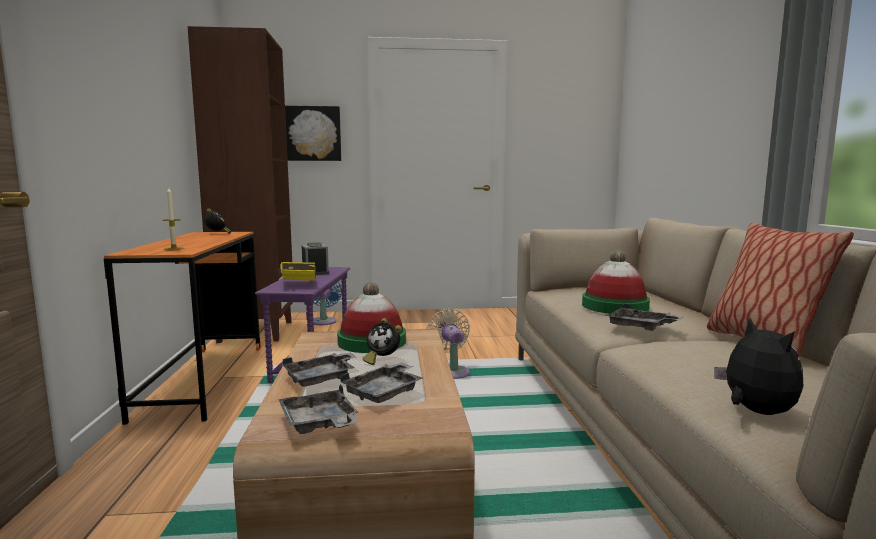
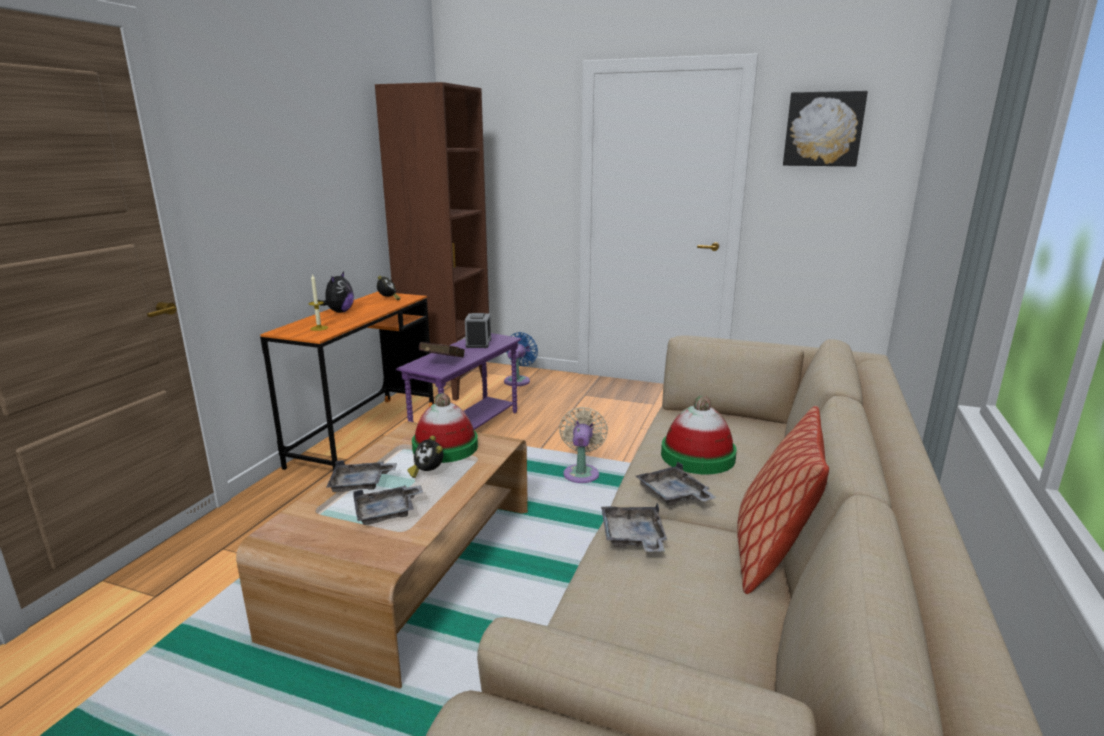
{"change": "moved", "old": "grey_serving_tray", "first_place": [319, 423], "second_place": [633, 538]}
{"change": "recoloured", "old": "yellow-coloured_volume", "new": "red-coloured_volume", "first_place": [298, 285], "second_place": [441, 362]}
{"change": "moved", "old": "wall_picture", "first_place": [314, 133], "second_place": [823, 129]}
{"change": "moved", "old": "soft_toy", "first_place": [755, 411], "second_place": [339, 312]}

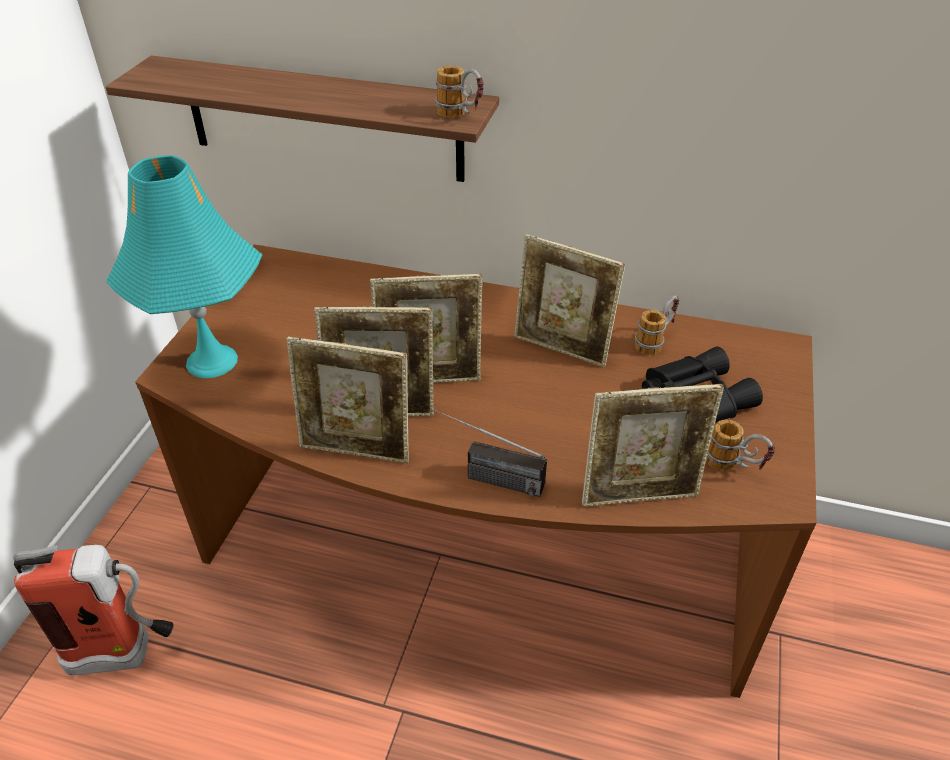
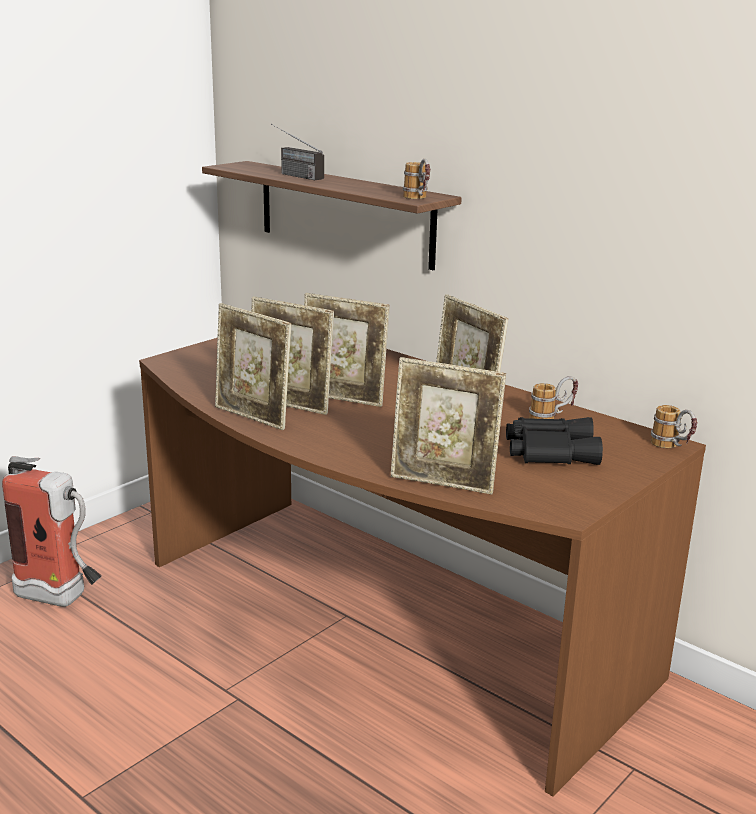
{"change": "removed", "old": "blue-green_table_lamp", "first_place": [212, 361]}
{"change": "moved", "old": "radio", "first_place": [486, 477], "second_place": [292, 175]}
{"change": "moved", "old": "coffee_mug", "first_place": [734, 466], "second_place": [672, 448]}

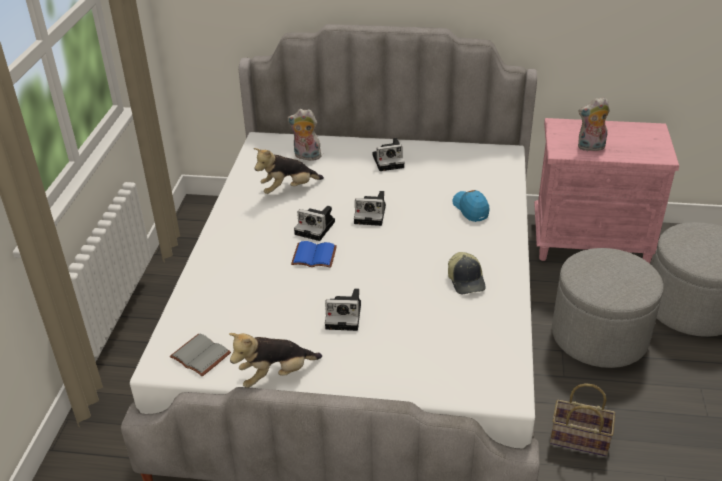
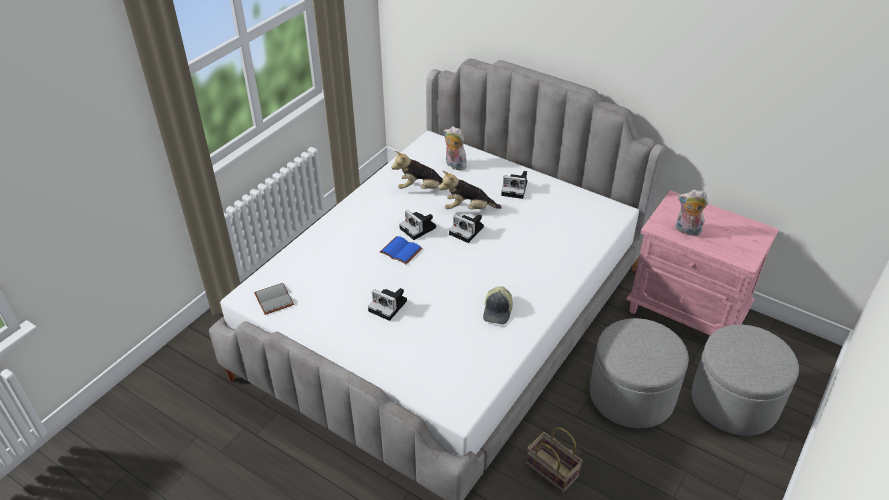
{"change": "moved", "old": "soft_toy", "first_place": [276, 375], "second_place": [468, 209]}
{"change": "removed", "old": "bluish_baseball_cap", "first_place": [470, 209]}

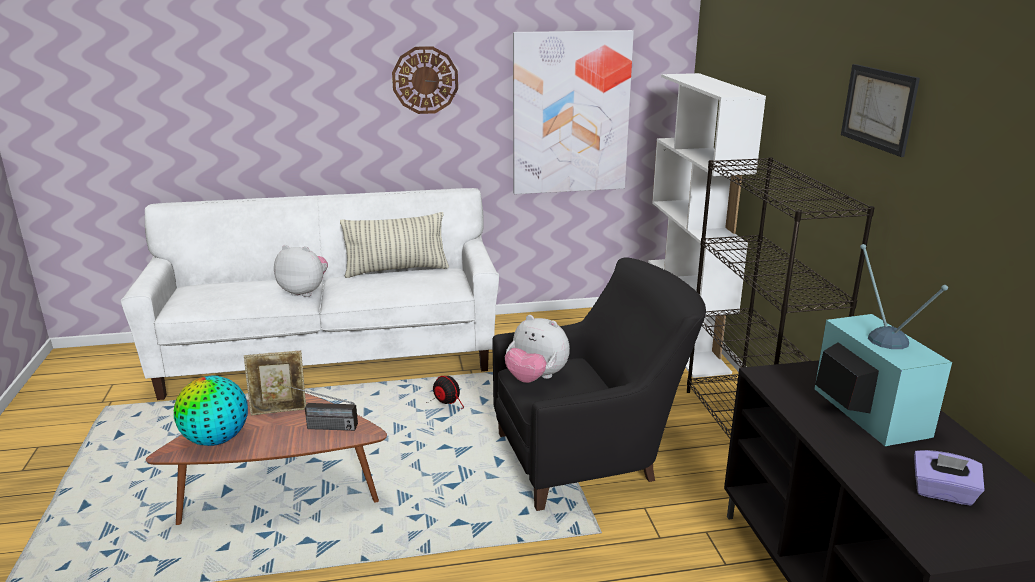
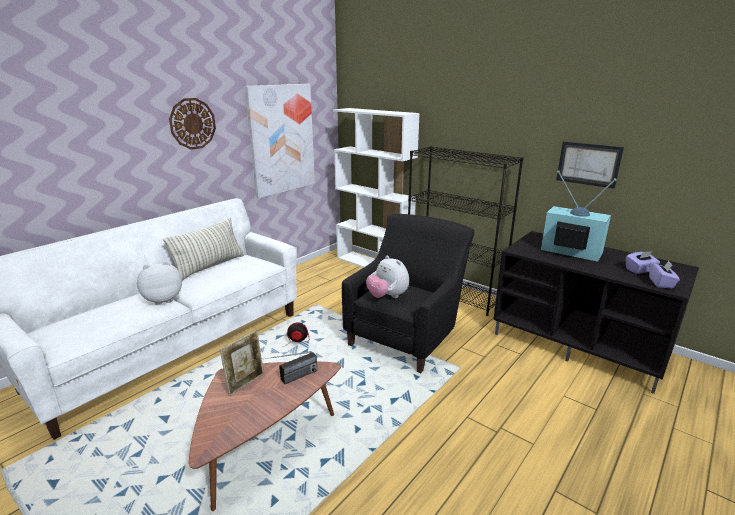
{"change": "removed", "old": "globe", "first_place": [216, 440]}
{"change": "turned", "old": "soft_toy", "first_place": [536, 378], "second_place": [387, 296], "degrees": 60}
{"change": "moved", "old": "wall_picture", "first_place": [878, 108], "second_place": [588, 164]}
{"change": "added", "new": "purple_tissue_box", "second_place": [661, 283]}

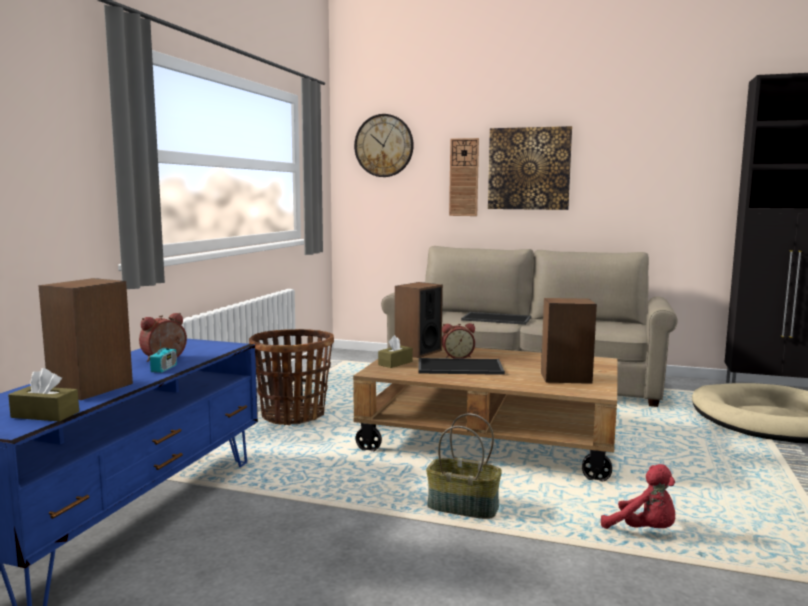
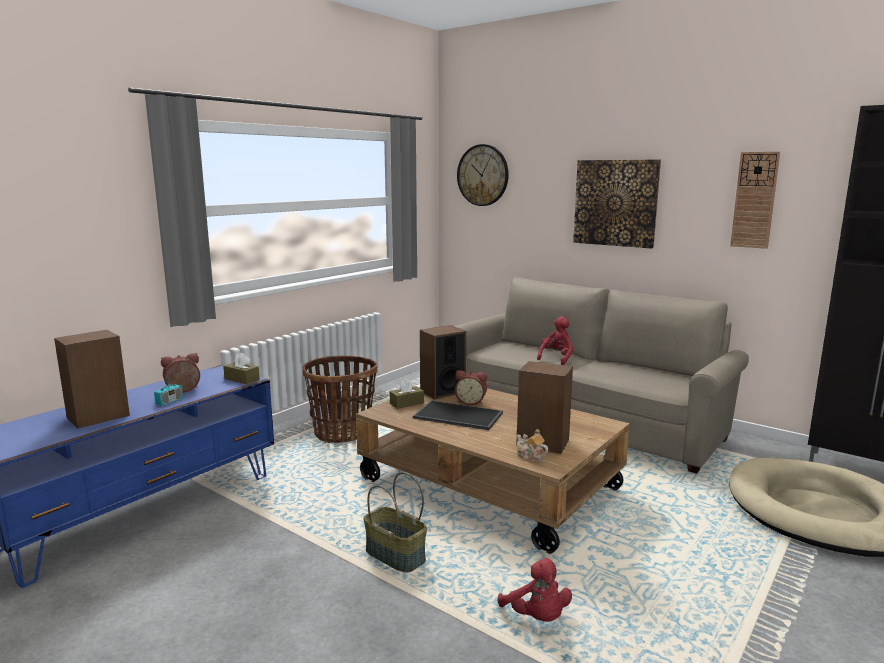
{"change": "moved", "old": "brown_tissue_box", "first_place": [45, 415], "second_place": [242, 379]}
{"change": "moved", "old": "hanging_clock", "first_place": [464, 177], "second_place": [754, 200]}
{"change": "replaced", "old": "serving_tray", "new": "red-coloured_soft_toy", "first_place": [497, 318], "second_place": [556, 358]}
{"change": "added", "new": "tea_pot", "second_place": [530, 457]}

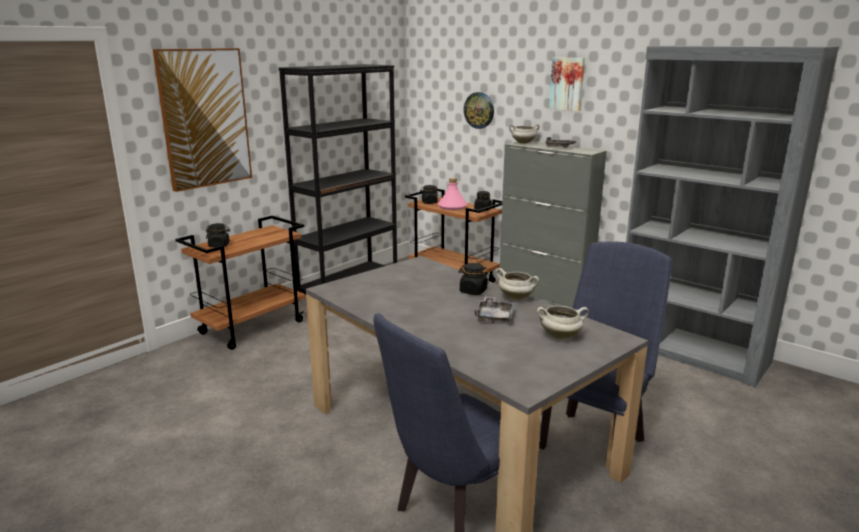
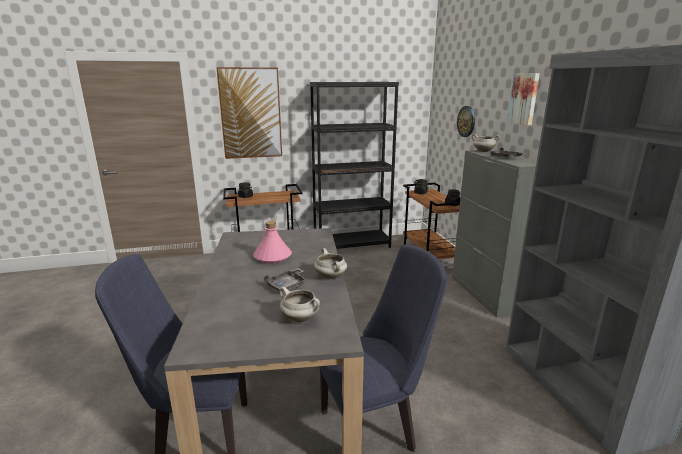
{"change": "moved", "old": "pink_bottle", "first_place": [452, 207], "second_place": [272, 257]}
{"change": "removed", "old": "black_jar", "first_place": [473, 291]}

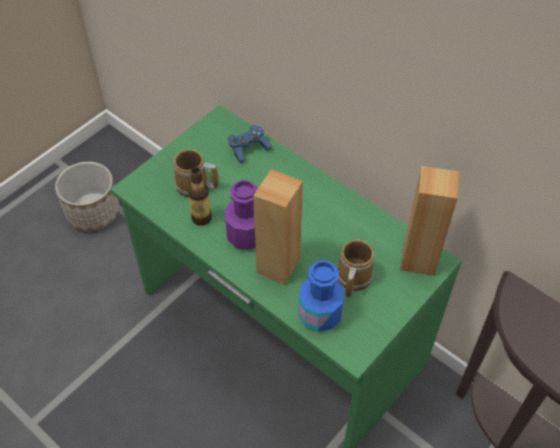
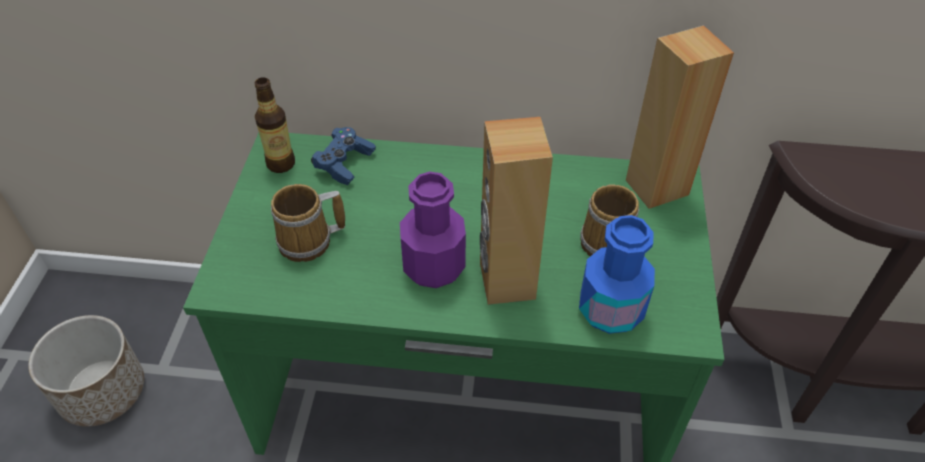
{"change": "moved", "old": "bottle", "first_place": [201, 218], "second_place": [281, 164]}

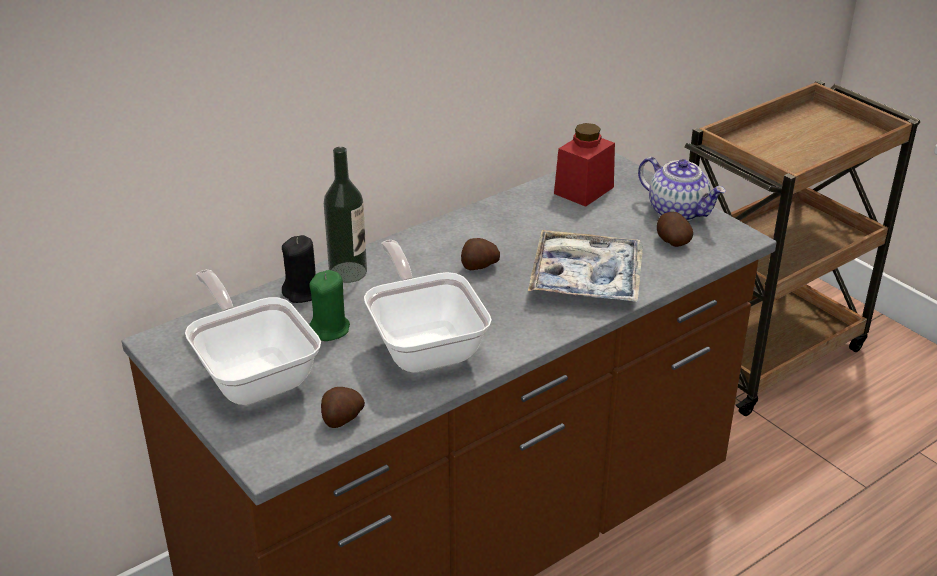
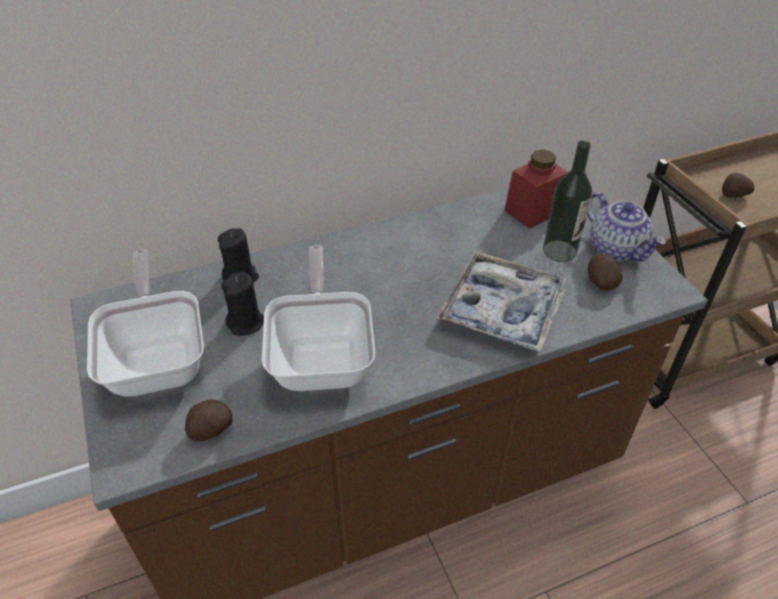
{"change": "recoloured", "old": "green-coloured_wax_light", "new": "black_wax_light", "first_place": [330, 329], "second_place": [246, 322]}
{"change": "moved", "old": "bottle", "first_place": [348, 272], "second_place": [559, 251]}
{"change": "moved", "old": "whole_potato", "first_place": [479, 266], "second_place": [733, 195]}

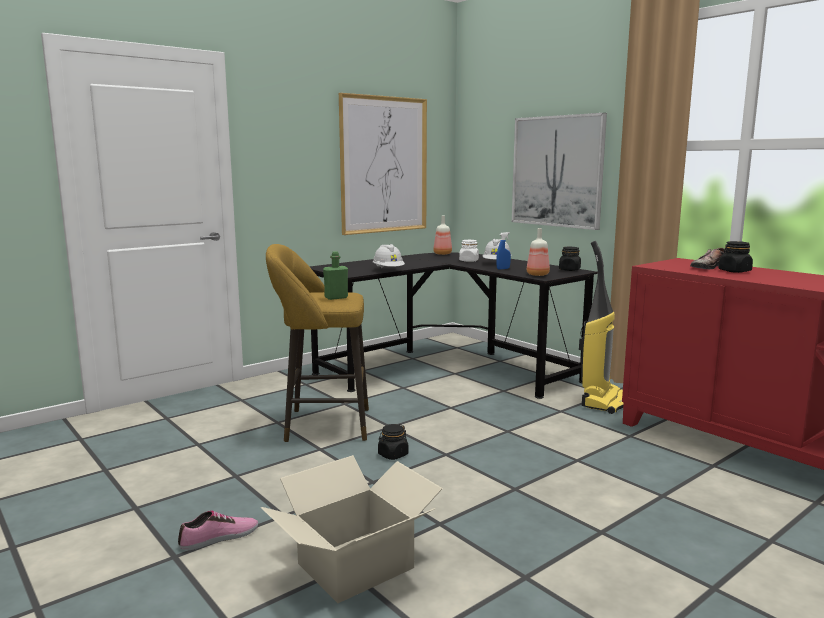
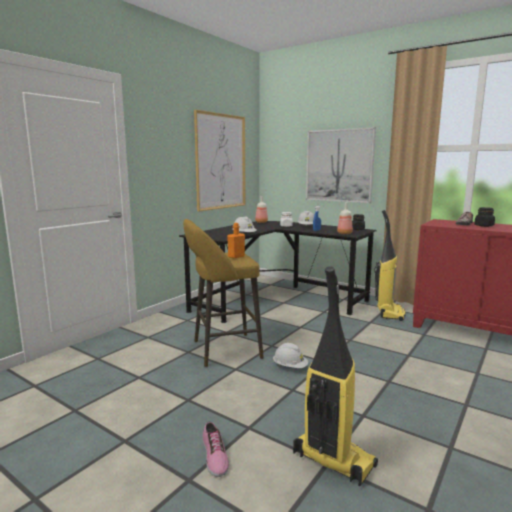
{"change": "turned", "old": "low_shoe", "first_place": [219, 538], "second_place": [214, 456], "degrees": 120}
{"change": "replaced", "old": "carton", "new": "vacuum", "first_place": [354, 565], "second_place": [332, 460]}
{"change": "recoloured", "old": "green-coloured_bottle", "new": "orange_bottle", "first_place": [336, 298], "second_place": [236, 256]}
{"change": "replaced", "old": "black_jar", "new": "white_work_helmet", "first_place": [393, 455], "second_place": [290, 367]}

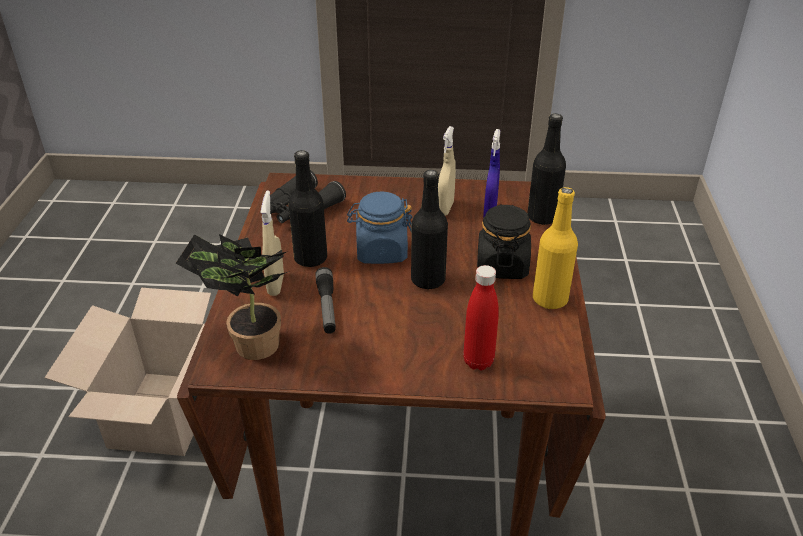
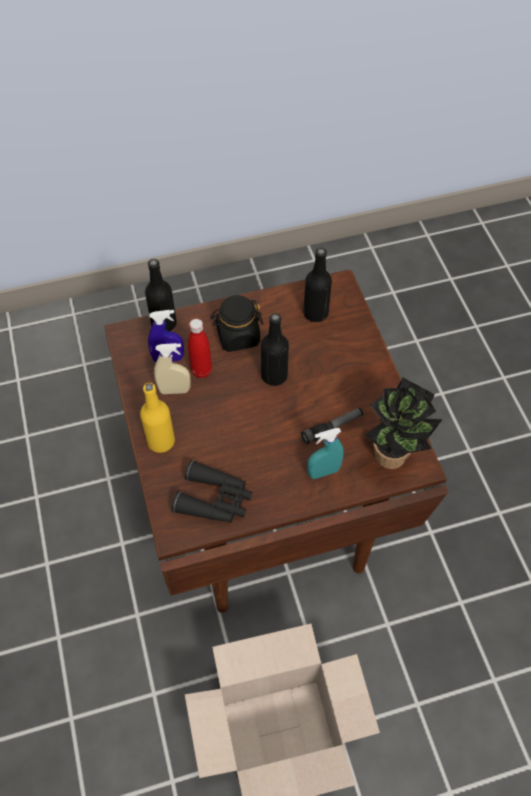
{"change": "recoloured", "old": "beige_sprayer", "new": "blue-green_sprayer", "first_place": [276, 285], "second_place": [323, 472]}
{"change": "moved", "old": "black_bottle", "first_place": [310, 258], "second_place": [315, 313]}
{"change": "removed", "old": "bluish_jar", "first_place": [381, 251]}
{"change": "moved", "old": "red-coloured_bottle", "first_place": [478, 361], "second_place": [201, 371]}
{"change": "moved", "old": "yellow-coloured_bottle", "first_place": [550, 299], "second_place": [161, 441]}

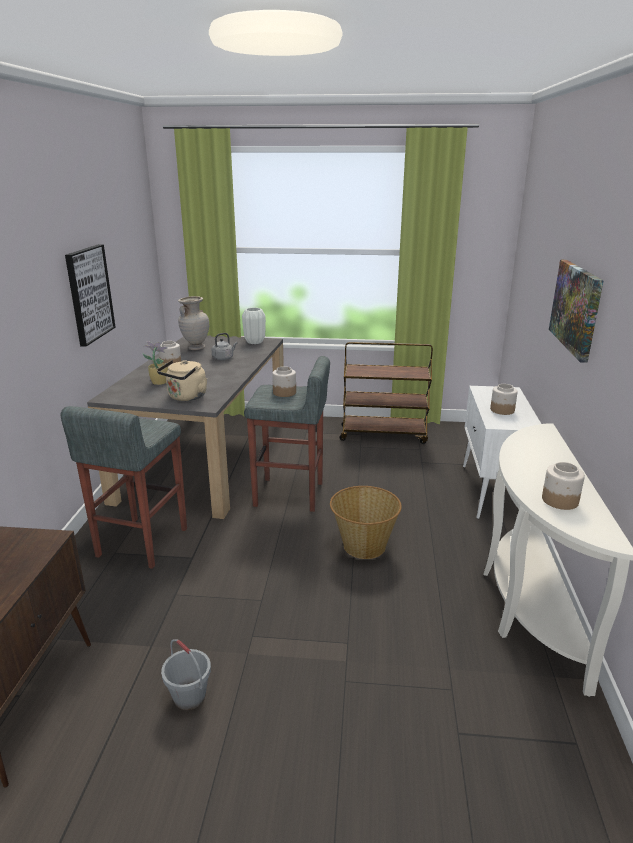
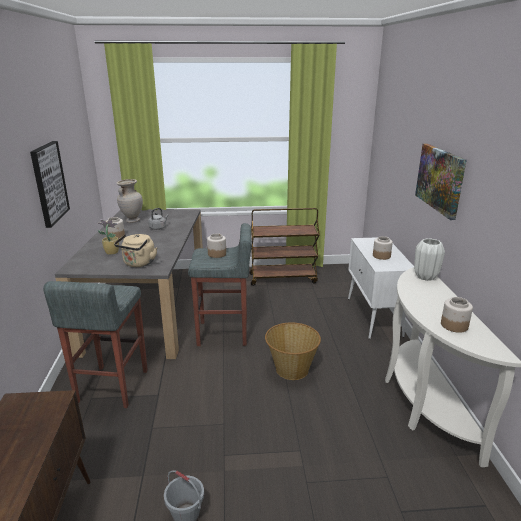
{"change": "moved", "old": "white_vase", "first_place": [254, 342], "second_place": [425, 277]}

